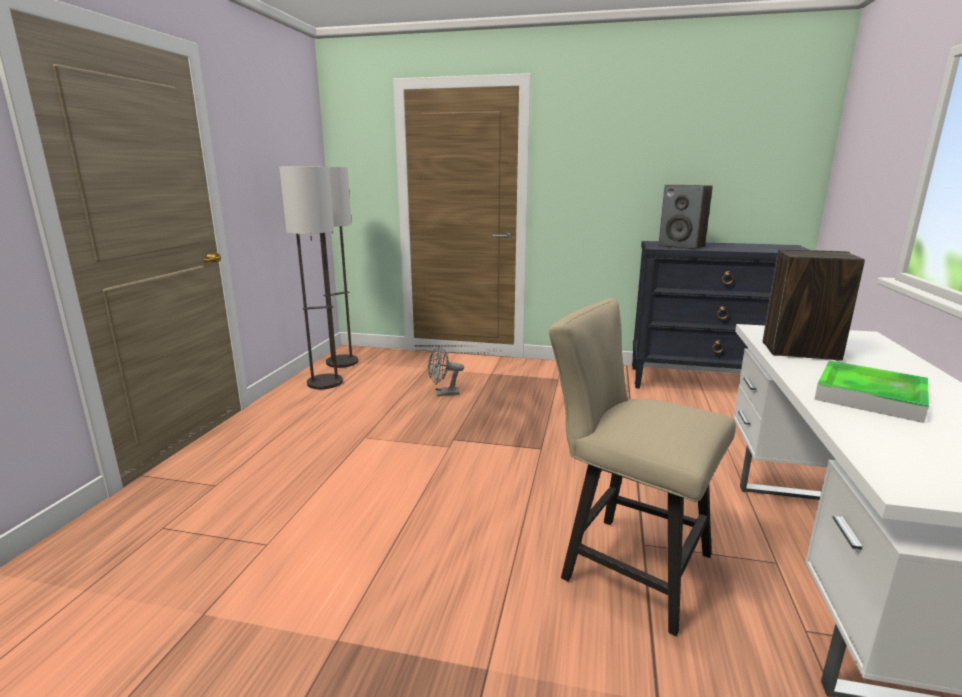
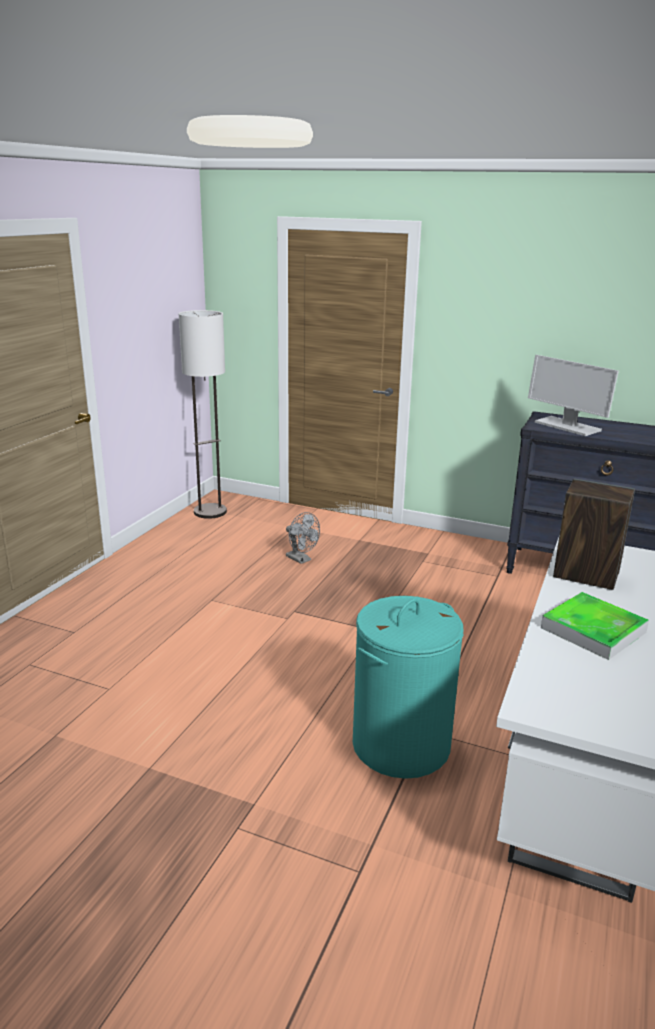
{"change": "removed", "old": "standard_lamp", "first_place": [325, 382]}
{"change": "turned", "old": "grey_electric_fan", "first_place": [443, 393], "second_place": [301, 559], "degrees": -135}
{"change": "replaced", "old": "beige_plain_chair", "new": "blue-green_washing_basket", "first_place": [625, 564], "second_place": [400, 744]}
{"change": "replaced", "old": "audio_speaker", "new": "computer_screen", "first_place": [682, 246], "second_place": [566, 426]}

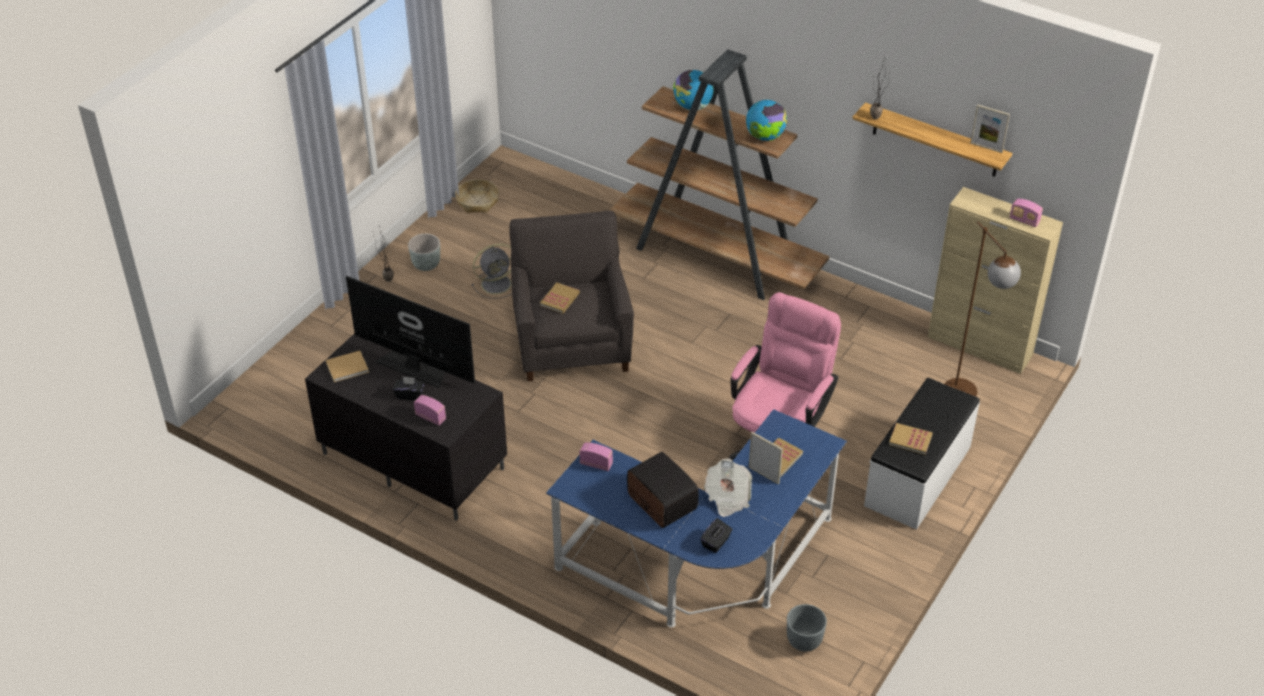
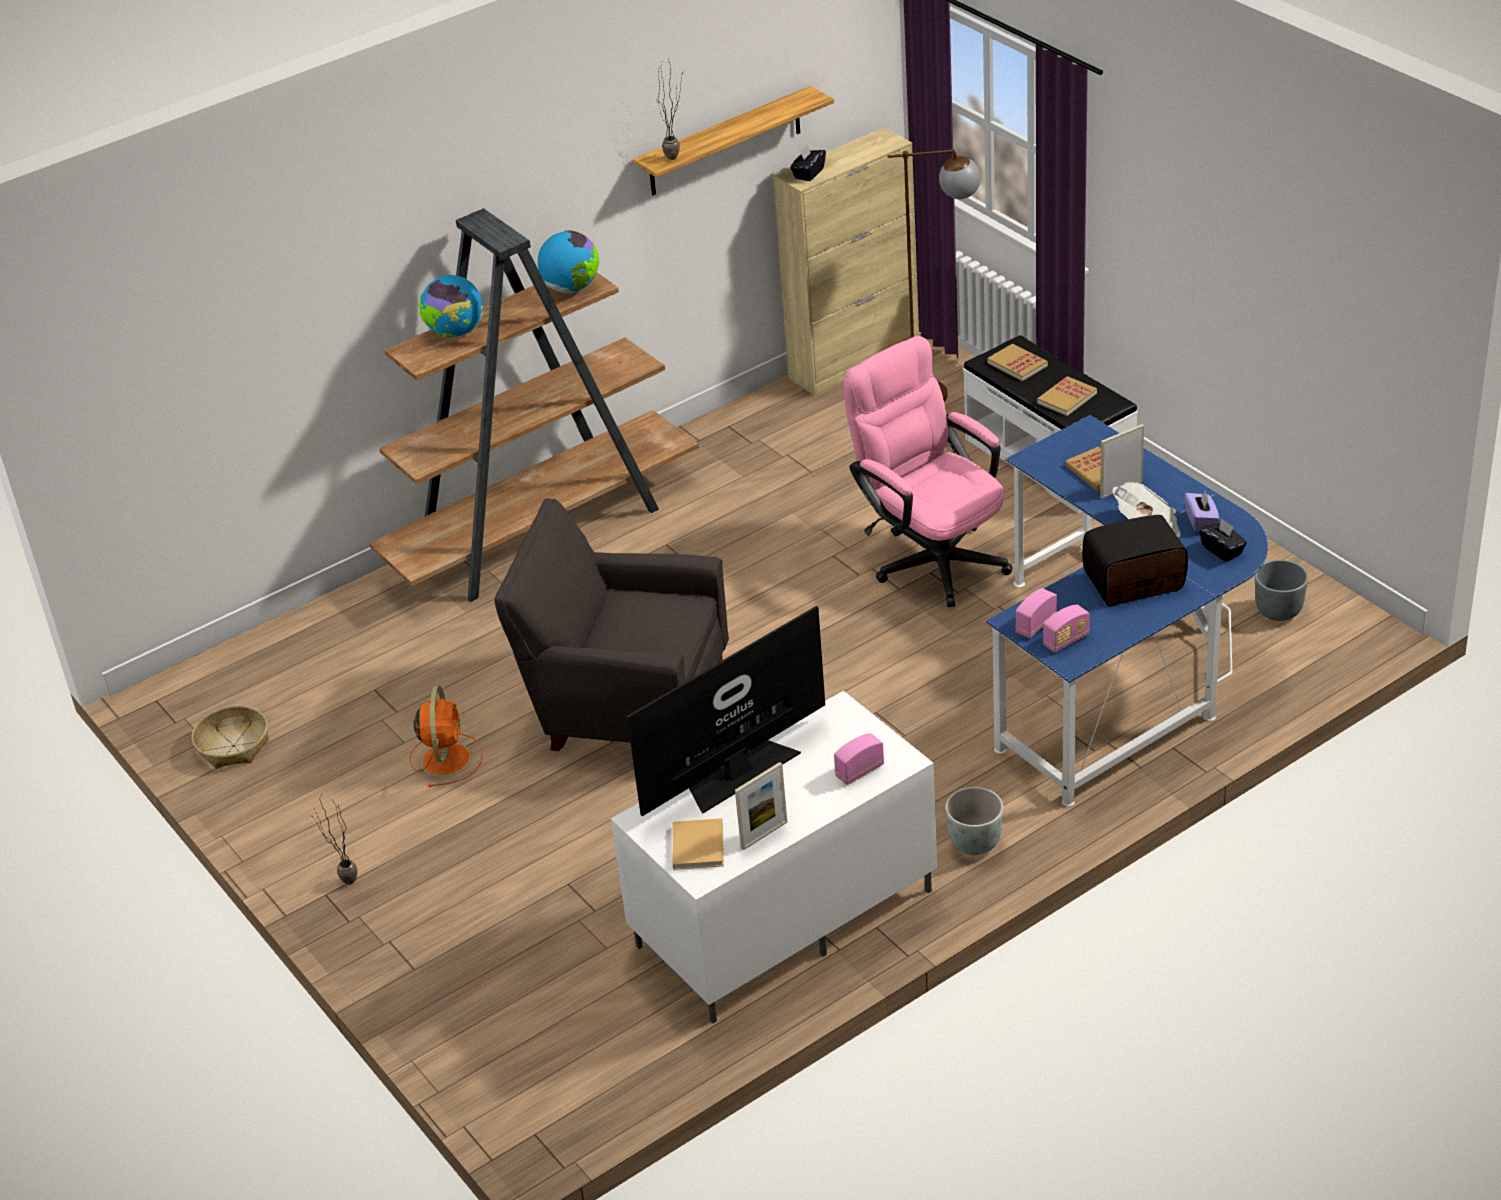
{"change": "recoloured", "old": "black_tv_stand", "new": "white_tv_stand", "first_place": [411, 461], "second_place": [784, 921]}
{"change": "moved", "old": "black_tissue_box", "first_place": [410, 395], "second_place": [808, 173]}
{"change": "moved", "old": "grey_planter", "first_place": [426, 264], "second_place": [974, 843]}
{"change": "recoloured", "old": "grey_electric_fan", "new": "orange_electric_fan", "first_place": [497, 284], "second_place": [446, 758]}
{"change": "moved", "old": "volume", "first_place": [559, 299], "second_place": [1017, 364]}
{"change": "moved", "old": "picture_frame", "first_place": [986, 147], "second_place": [764, 835]}
{"change": "moved", "old": "radio", "first_place": [1024, 220], "second_place": [1066, 641]}
{"change": "added", "new": "purple_tissue_box", "second_place": [1201, 521]}

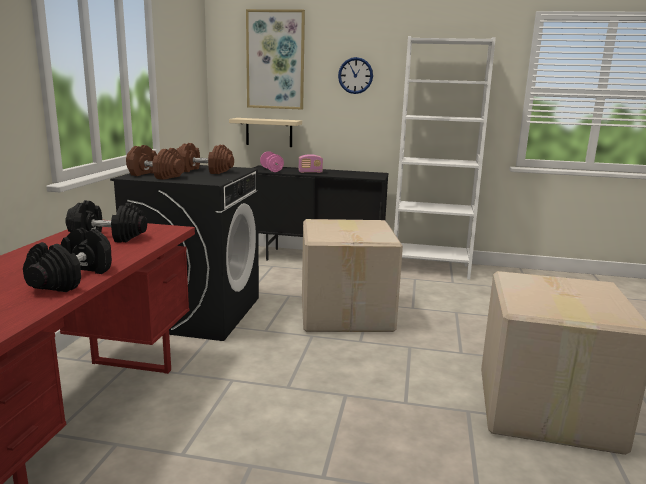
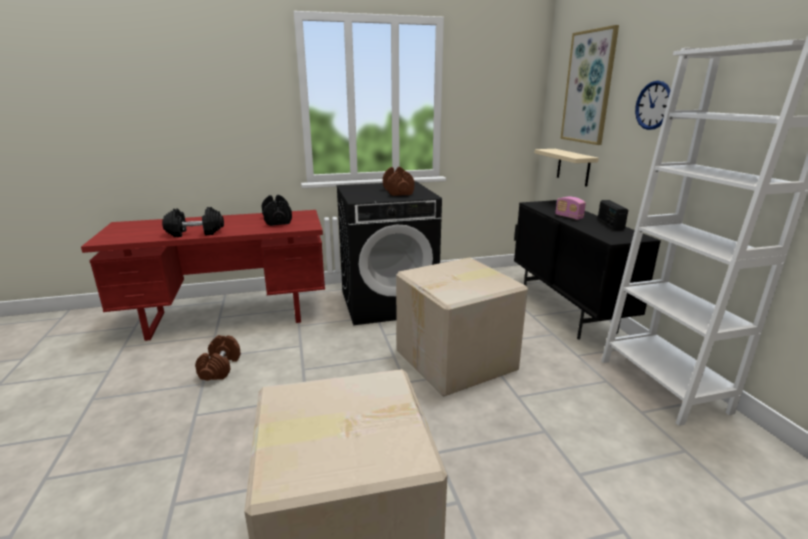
{"change": "moved", "old": "brown_dumbbell", "first_place": [156, 175], "second_place": [220, 368]}
{"change": "removed", "old": "pink_dumbbell", "first_place": [271, 170]}
{"change": "added", "new": "radio", "second_place": [610, 224]}

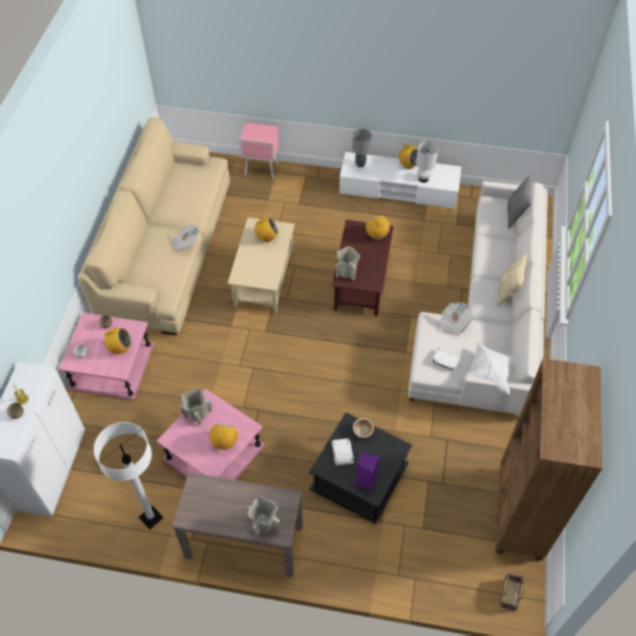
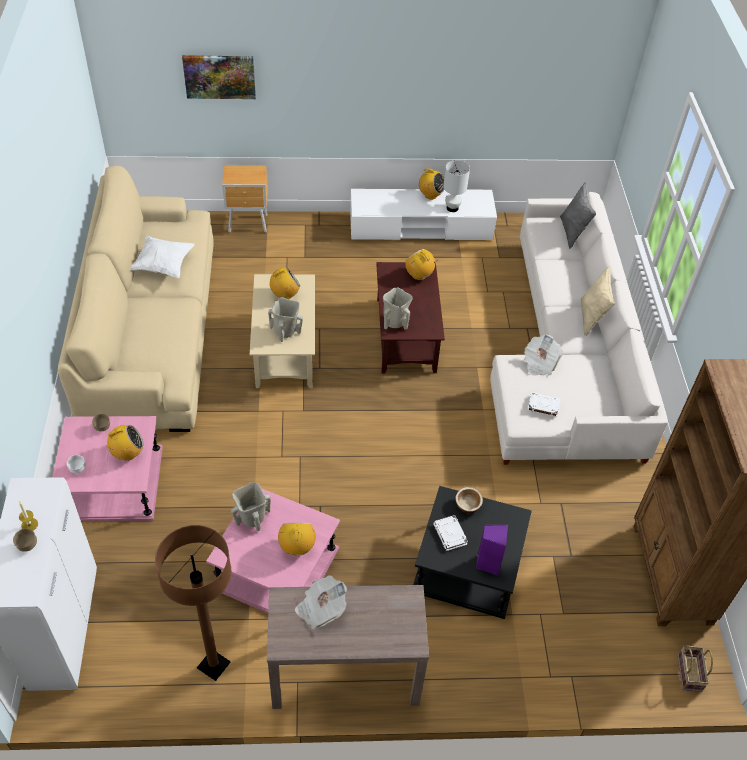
{"change": "recoloured", "old": "white_standard_lamp", "new": "brown_standard_lamp", "first_place": [151, 518], "second_place": [213, 665]}
{"change": "moved", "old": "newspaper", "first_place": [185, 243], "second_place": [321, 608]}
{"change": "recoloured", "old": "pink_nightstand", "new": "brown_nightstand", "first_place": [262, 170], "second_place": [249, 224]}
{"change": "moved", "old": "beige_vase", "first_place": [264, 524], "second_place": [286, 332]}
{"change": "removed", "old": "grey_table_lamp", "first_place": [360, 164]}
{"change": "moved", "old": "white_pillow", "first_place": [491, 373], "second_place": [163, 265]}
{"change": "added", "new": "wall_picture", "second_place": [219, 76]}

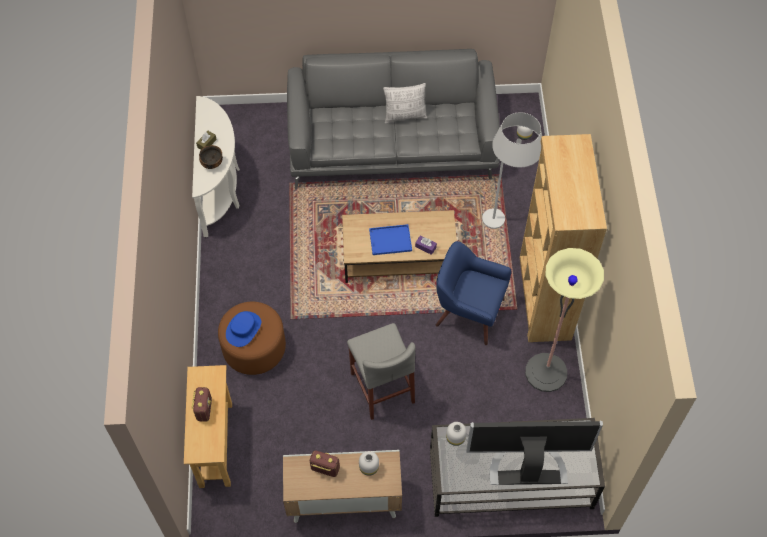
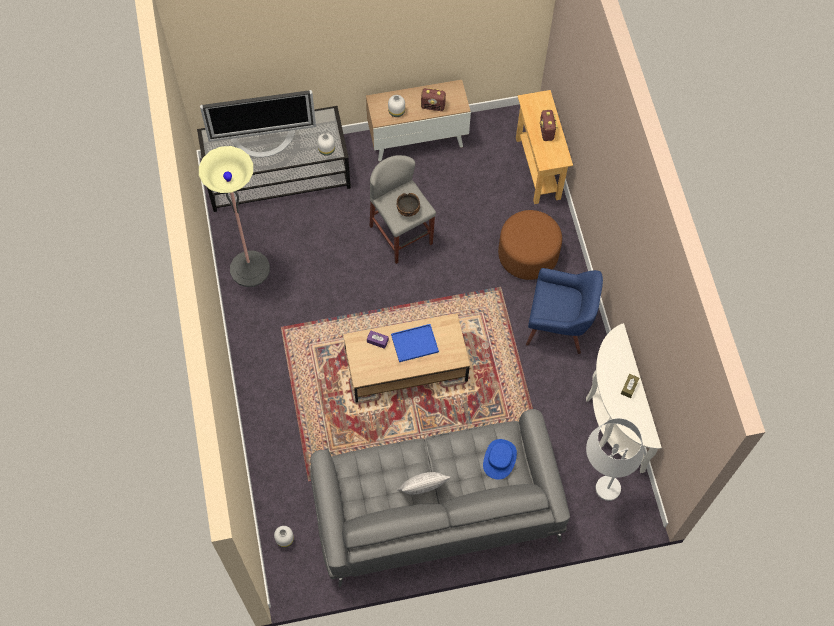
{"change": "moved", "old": "bowl", "first_place": [212, 163], "second_place": [408, 210]}
{"change": "moved", "old": "bluish_hat", "first_place": [243, 329], "second_place": [499, 459]}
{"change": "moved", "old": "bluish_lounge_chair", "first_place": [468, 312], "second_place": [558, 325]}
{"change": "moved", "old": "white_standard_lamp", "first_place": [505, 217], "second_place": [595, 493]}
{"change": "removed", "old": "brown_shelving_unit", "first_place": [544, 298]}

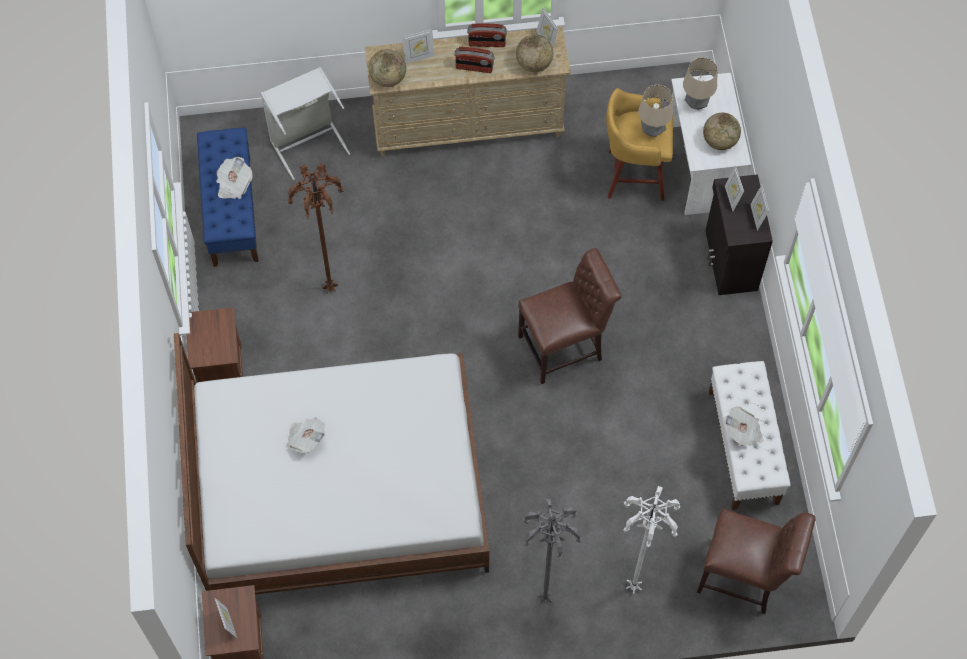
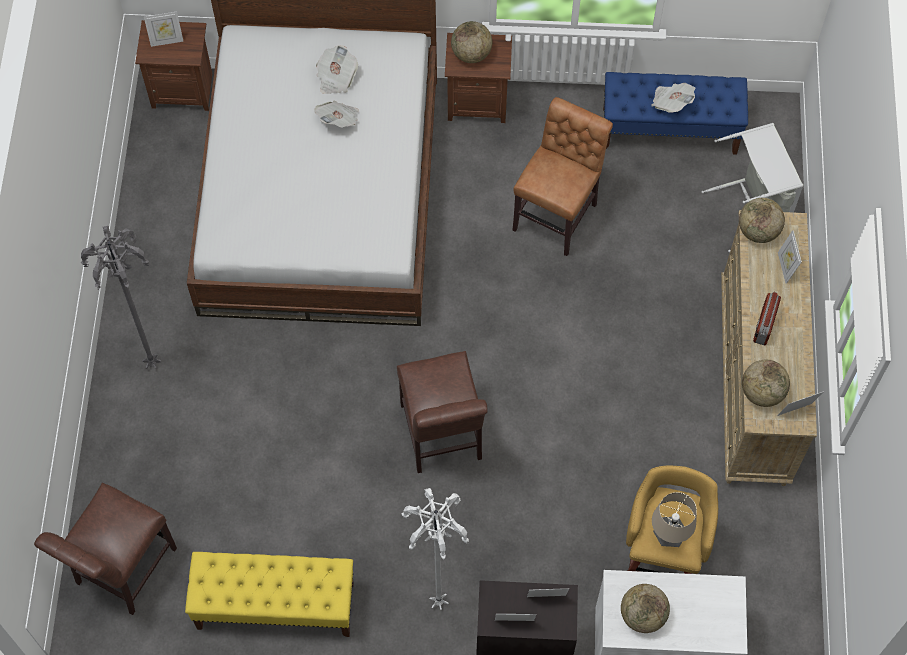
{"change": "replaced", "old": "brown_standard_lamp", "new": "brown_plain_chair", "first_place": [332, 288], "second_place": [557, 214]}
{"change": "removed", "old": "radio", "first_place": [487, 43]}
{"change": "moved", "old": "white_standard_lamp", "first_place": [635, 588], "second_place": [437, 604]}
{"change": "removed", "old": "table_lamp", "first_place": [696, 104]}
{"change": "recoloured", "old": "white_long_seat", "new": "yellow-coloured_long_seat", "first_place": [743, 447], "second_place": [275, 606]}
{"change": "moved", "old": "newspaper", "first_place": [743, 432], "second_place": [336, 78]}
{"change": "added", "new": "globe", "second_place": [471, 54]}

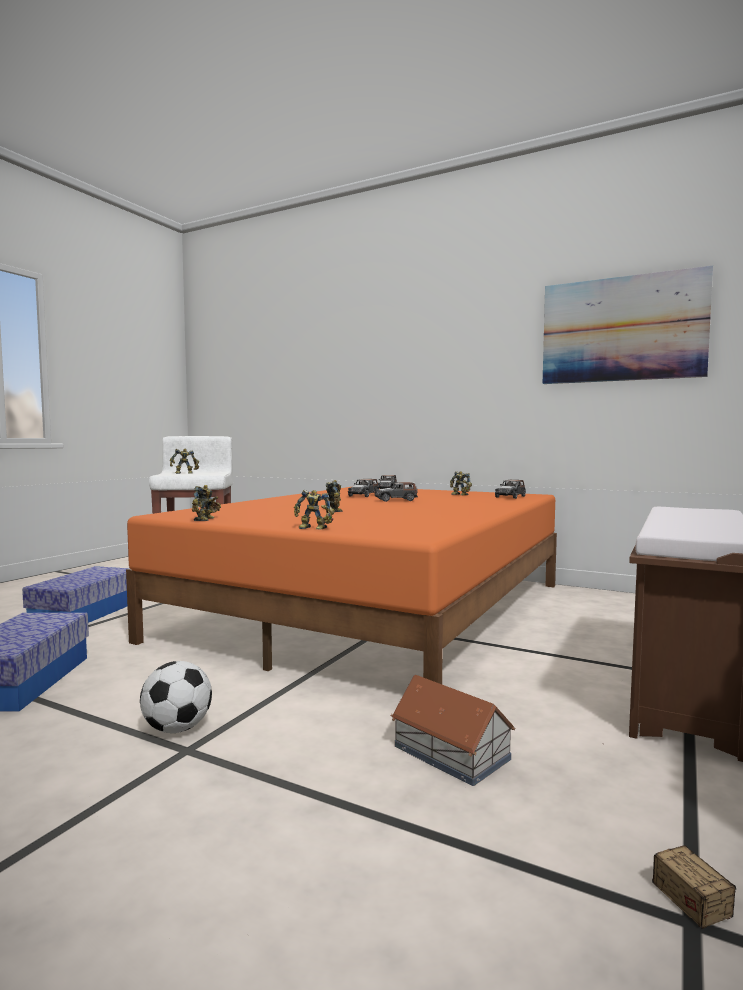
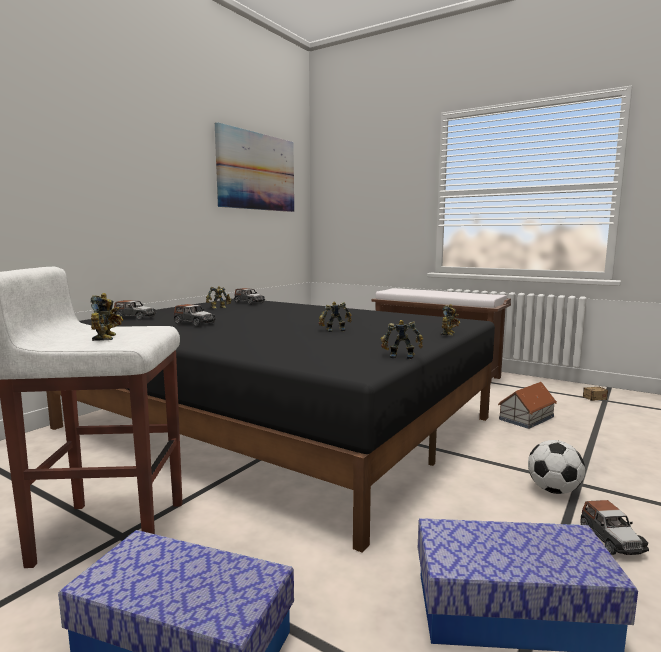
{"change": "recoloured", "old": "orange_sleeping_bed", "new": "black_sleeping_bed", "first_place": [378, 610], "second_place": [276, 422]}
{"change": "moved", "old": "toy_car", "first_place": [396, 500], "second_place": [611, 539]}

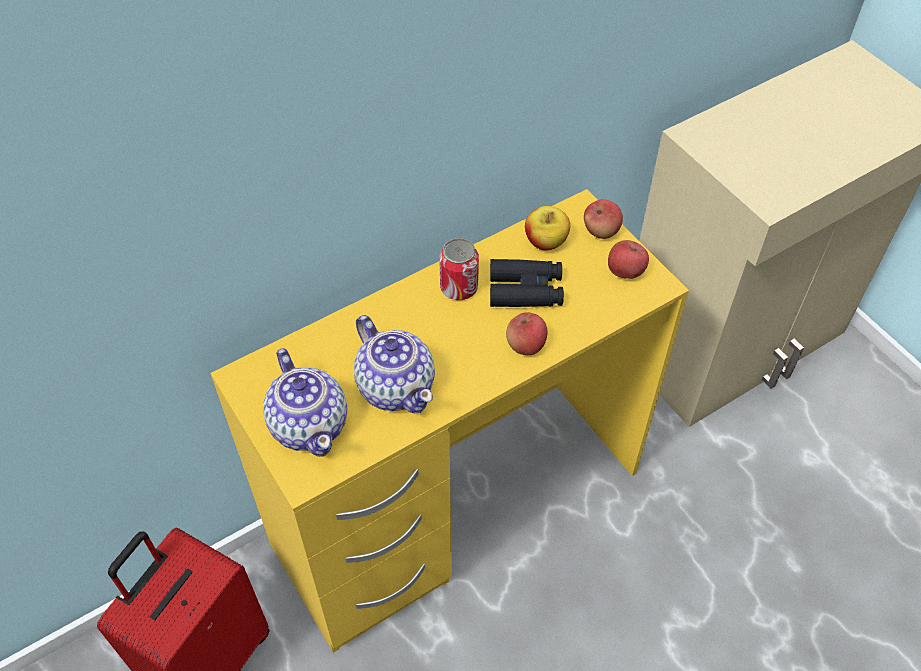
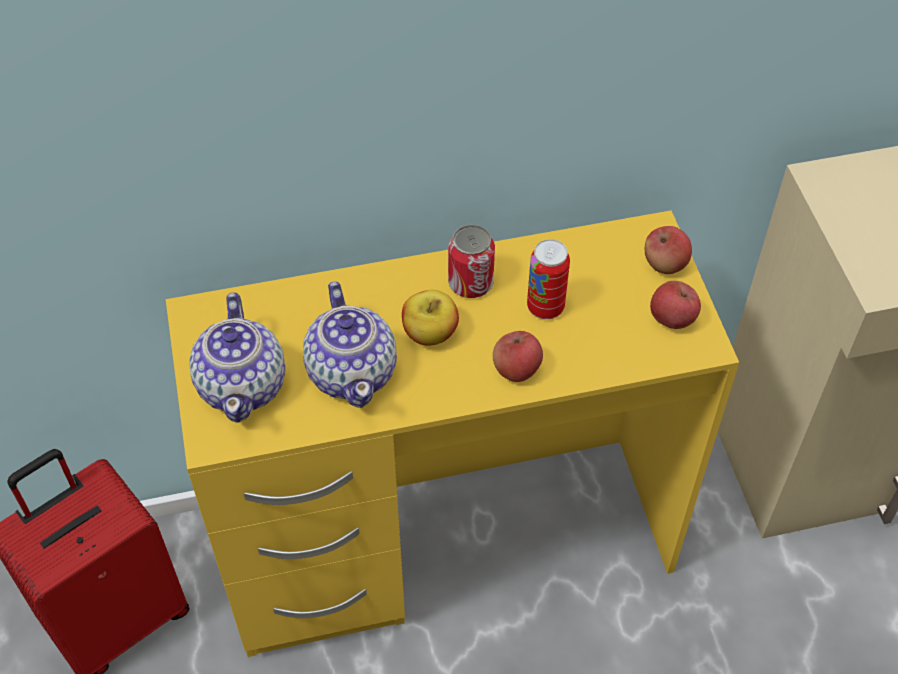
{"change": "replaced", "old": "black_binoculars", "new": "sealed_can", "first_place": [525, 290], "second_place": [545, 307]}
{"change": "moved", "old": "apple", "first_place": [545, 241], "second_place": [430, 333]}

